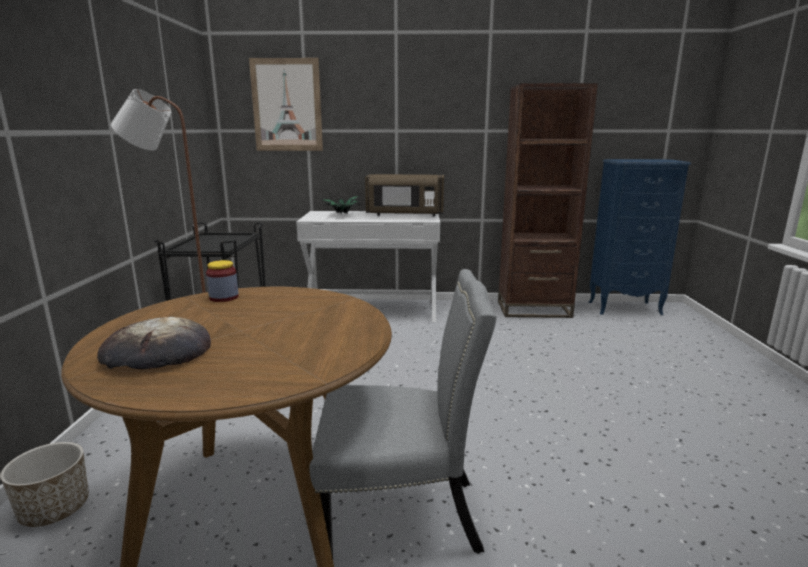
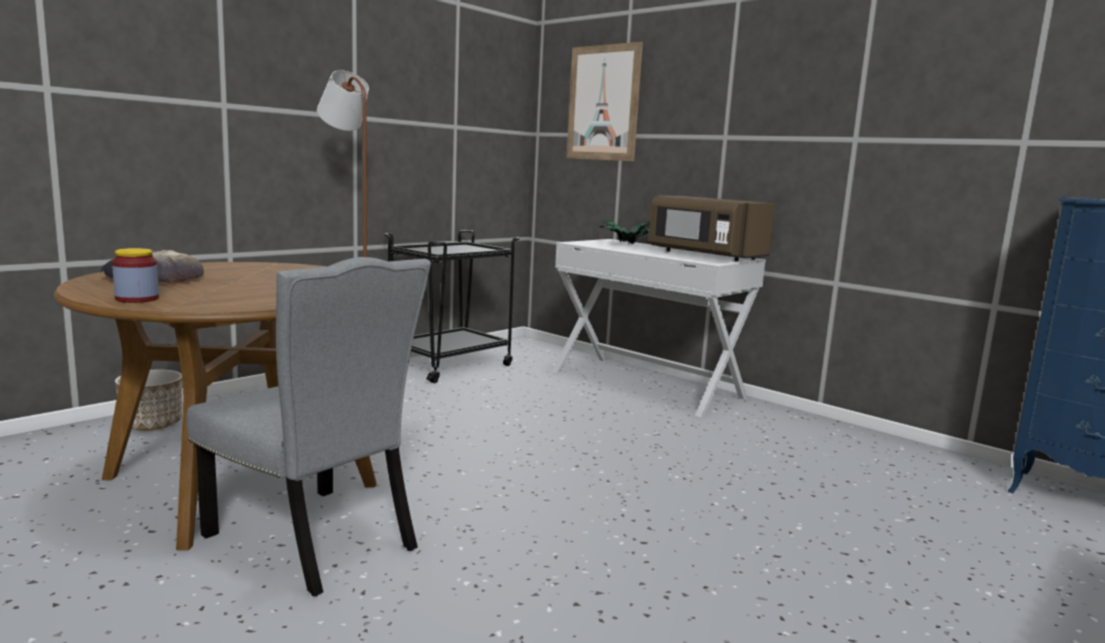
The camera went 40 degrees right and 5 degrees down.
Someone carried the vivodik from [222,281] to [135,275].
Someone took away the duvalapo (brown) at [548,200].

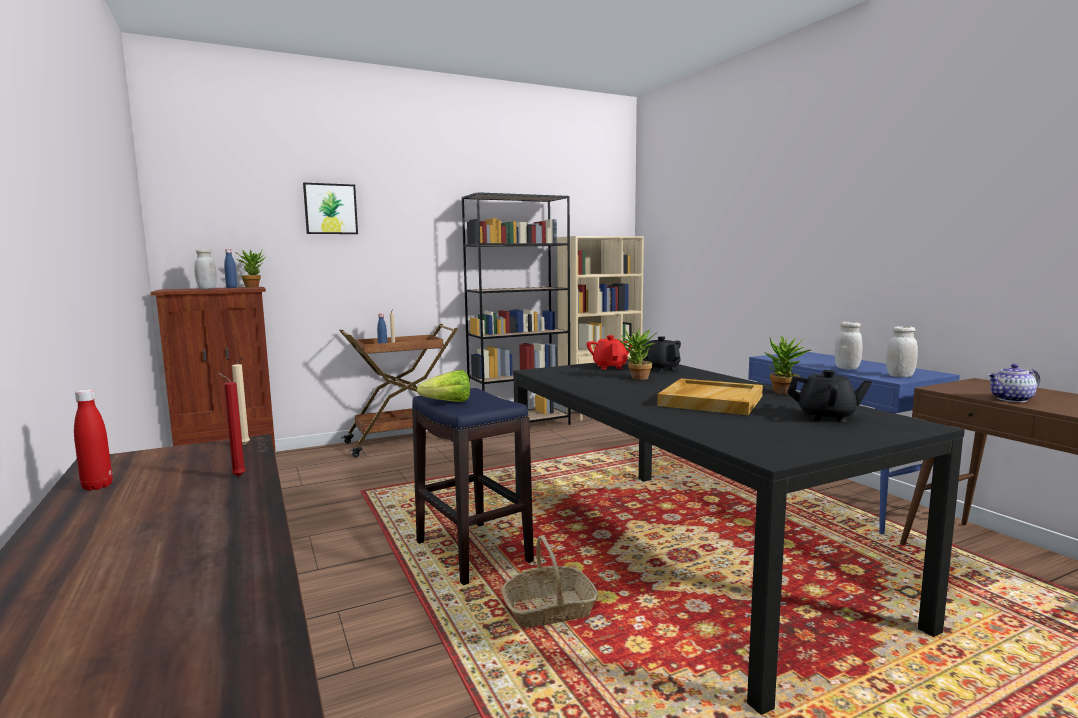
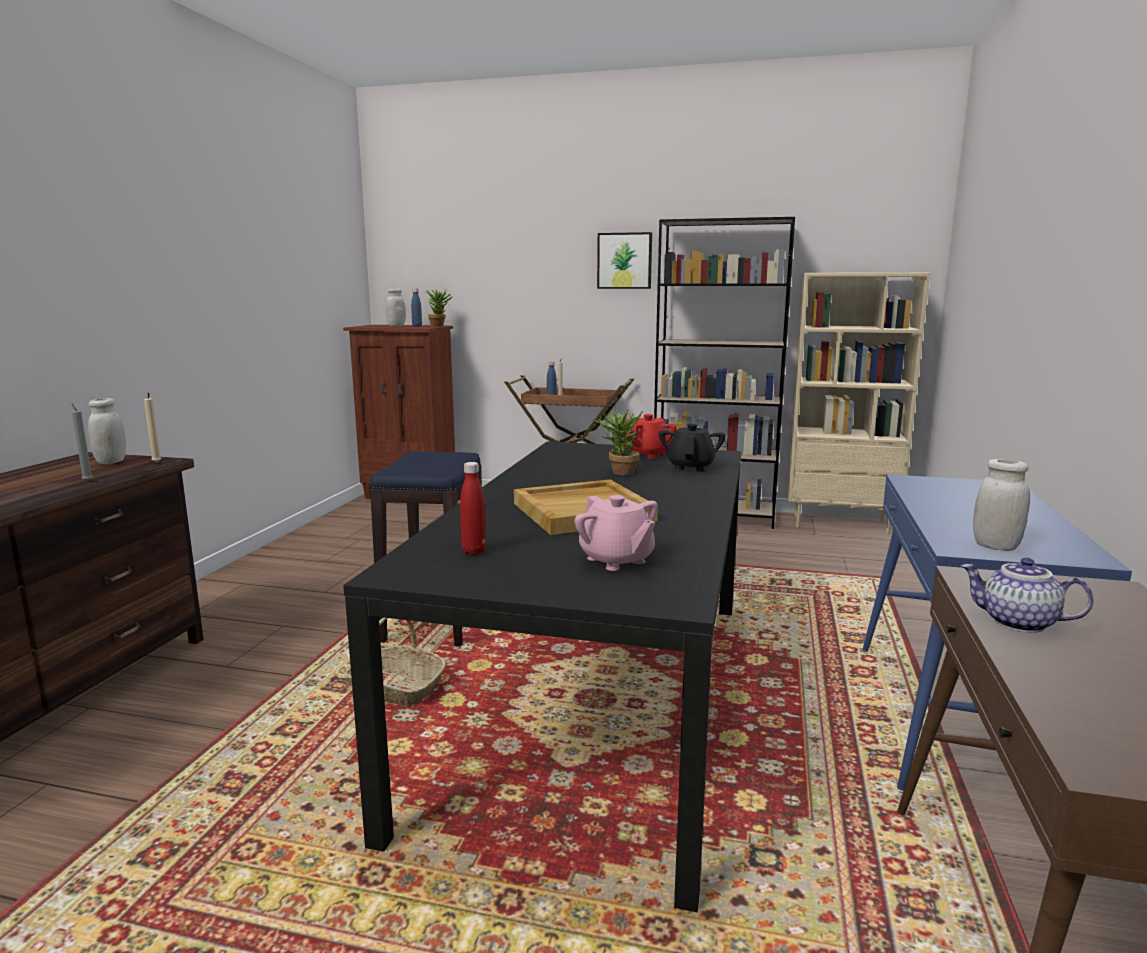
The camera went 40 degrees right and 5 degrees up.
Someone repainted the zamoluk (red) at [232,425], which became the zamoluk (grey) at [82,442].
Someone carried the vivodik (white) from [849,345] to [107,431].
Someone carried the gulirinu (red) from [93,440] to [473,508].
Someone repainted the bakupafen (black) at [829,396], which became the bakupafen (pink) at [616,533].
Someone carried the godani from [330,208] to [624,260].
Someone took away the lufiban at [443,386].
Someone took away the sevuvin at [788,365].

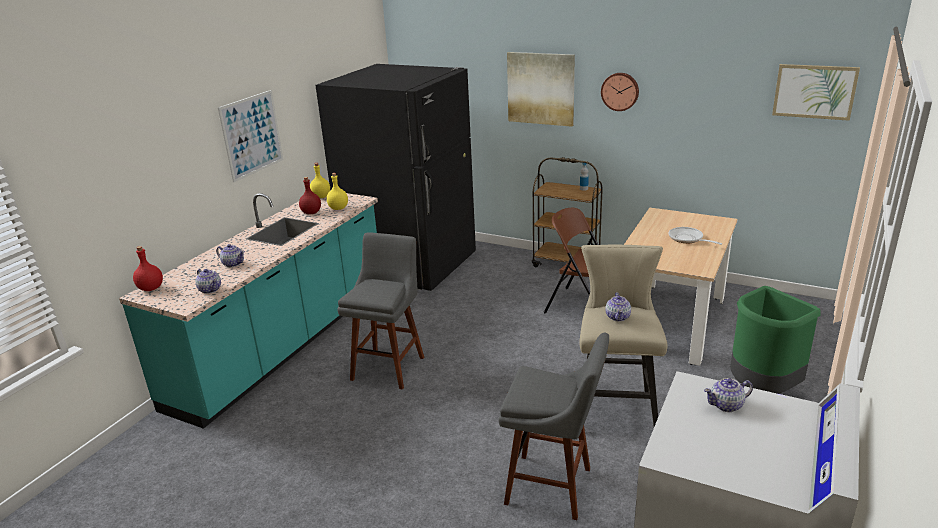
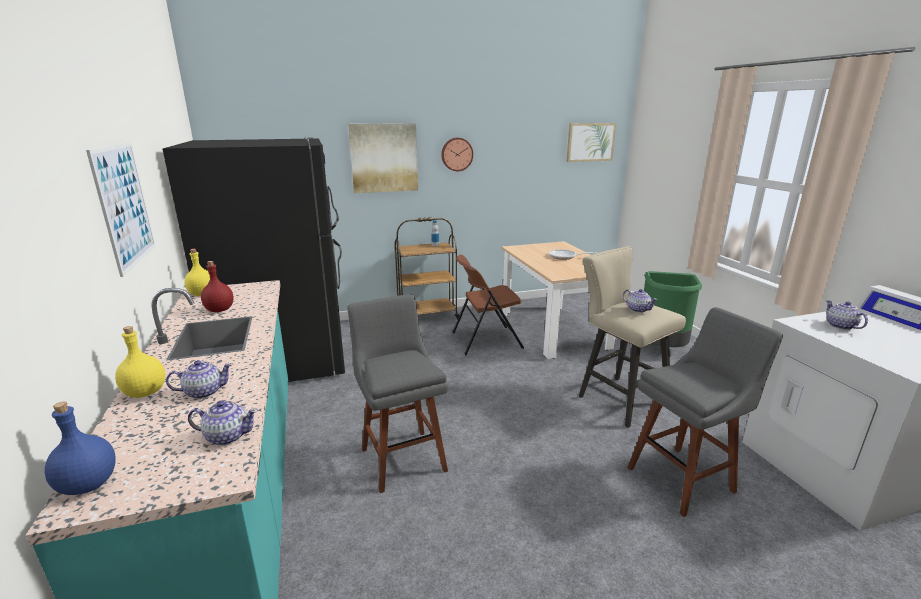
The camera went 45 degrees left and 5 degrees down.
Someone repainted the gulirinu (red) at [148,268], which became the gulirinu (blue) at [80,448].
Someone carried the gulirinu (yellow) from [337,191] to [140,362].
Someone rotated the bakupafen at [728,395] by 135 degrees clockwise.

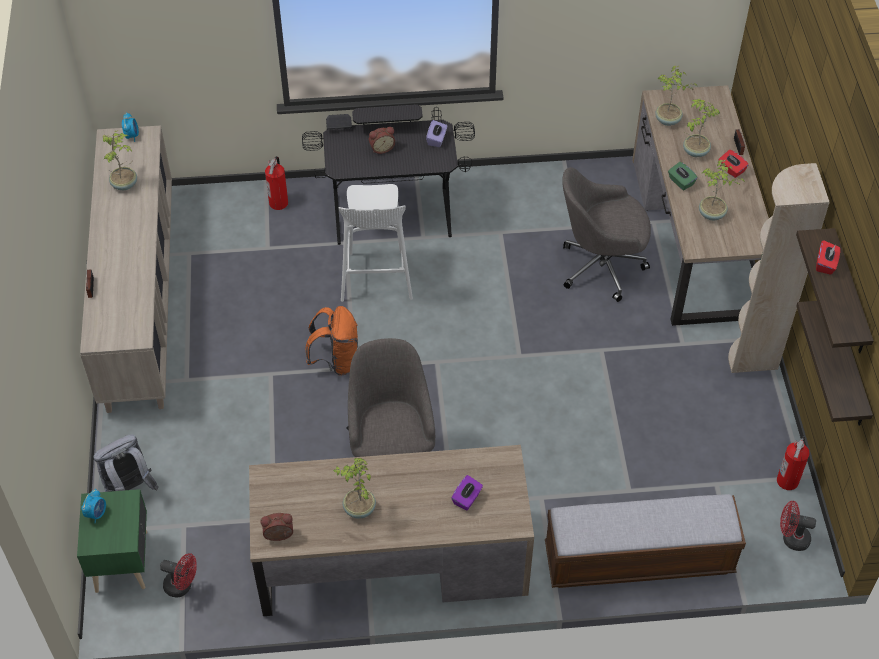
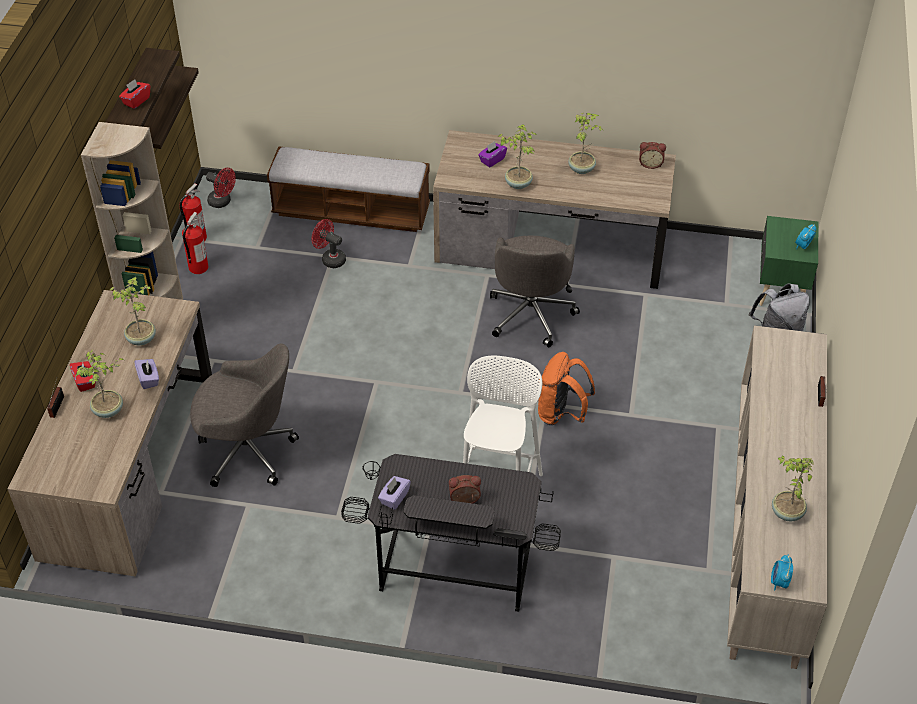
The camera went 165 degrees left and 5 degrees down.
Someone repainted the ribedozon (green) at [682,176], which became the ribedozon (purple) at [146,374].
Someone carried the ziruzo from [276,183] to [195,243].
Someone carried the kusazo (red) from [178,575] to [329,243].
Someone carried the sevuvin from [676,96] to [517,156].

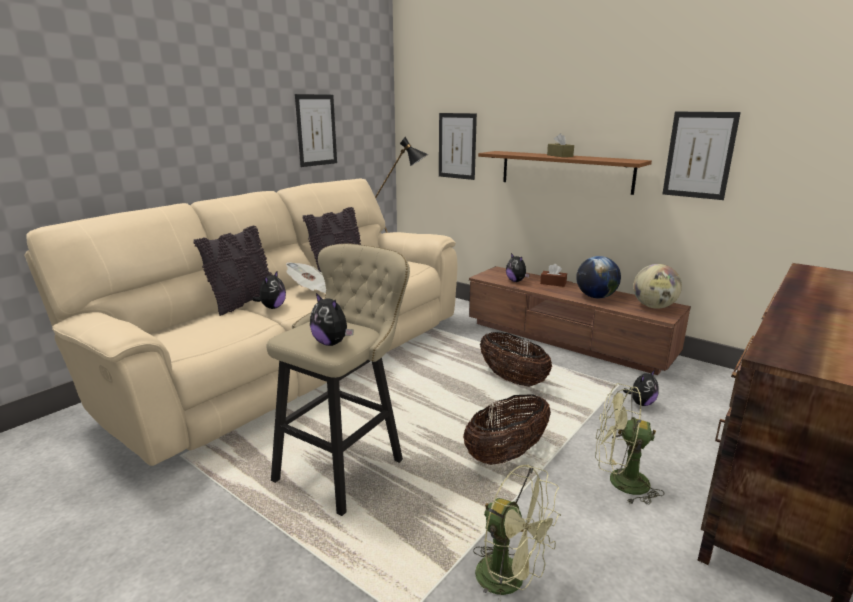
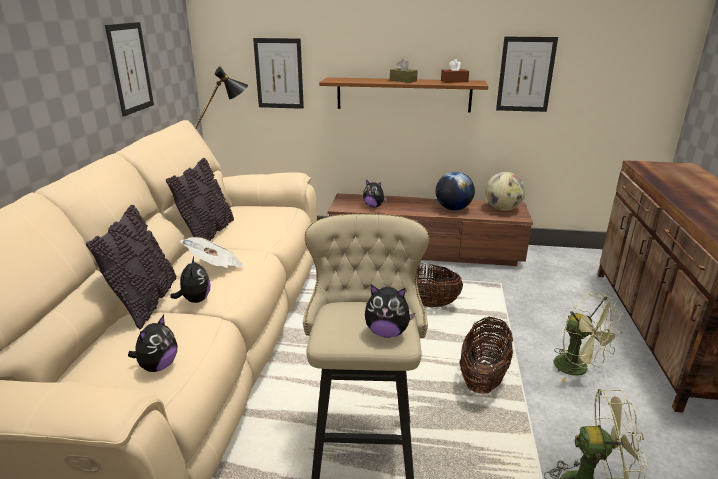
The camera went 30 degrees left and 5 degrees up.
Someone carried the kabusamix from [641,388] to [152,343].
Someone carried the ribedozon (brown) from [553,275] to [455,71].
Someone rotated the kusazo (green) at [630,444] by 105 degrees counterclockwise.

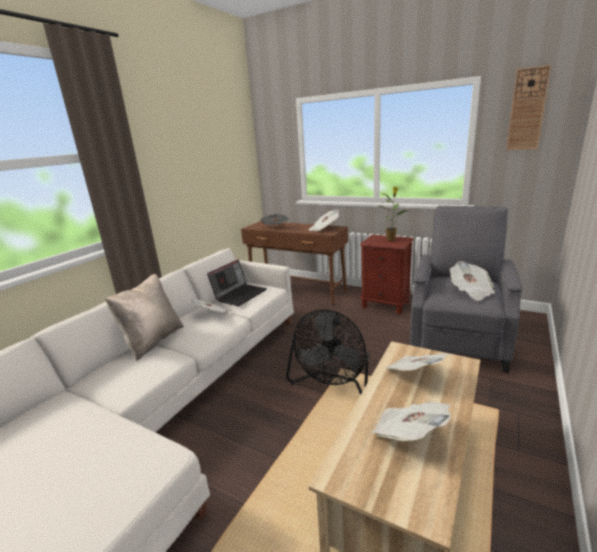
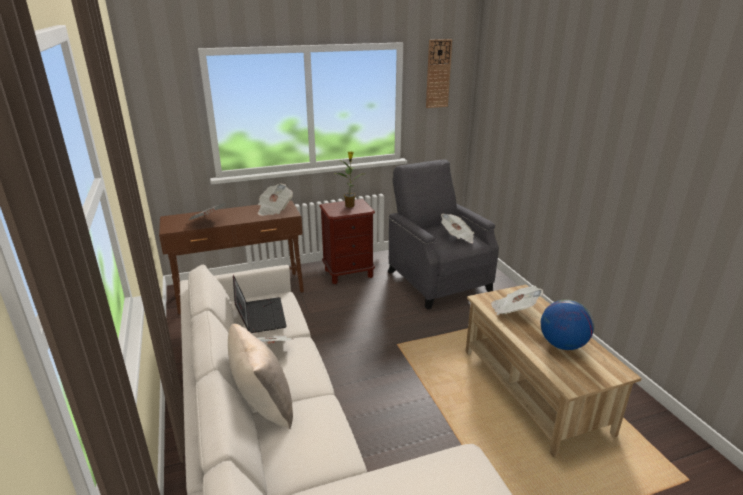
The camera went 50 degrees left and 5 degrees up.
Someone swapped the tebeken at [411,421] for the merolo at [567,325].
Someone took away the kusazo (black) at [328,352].

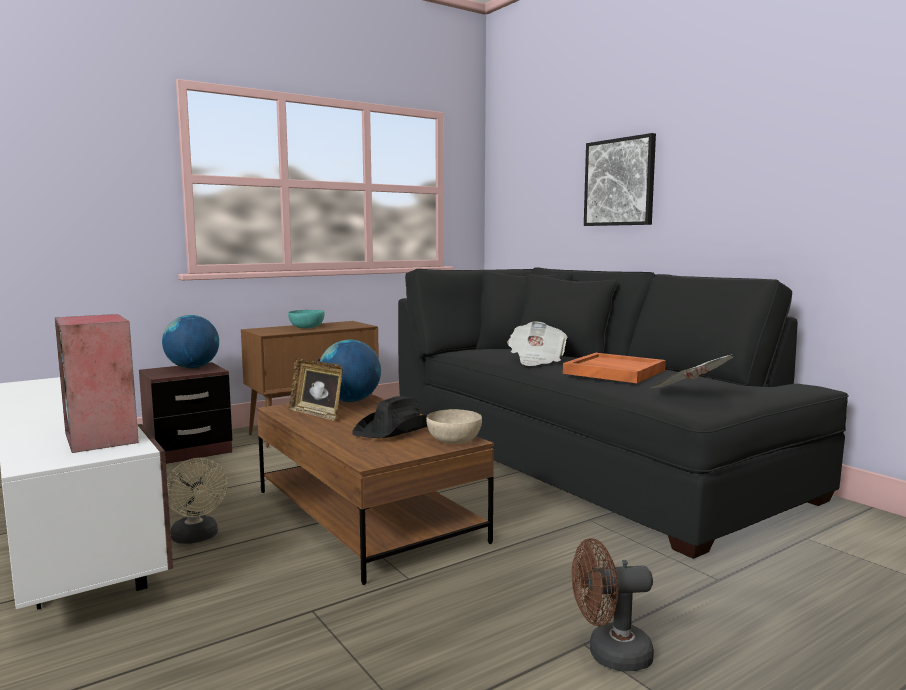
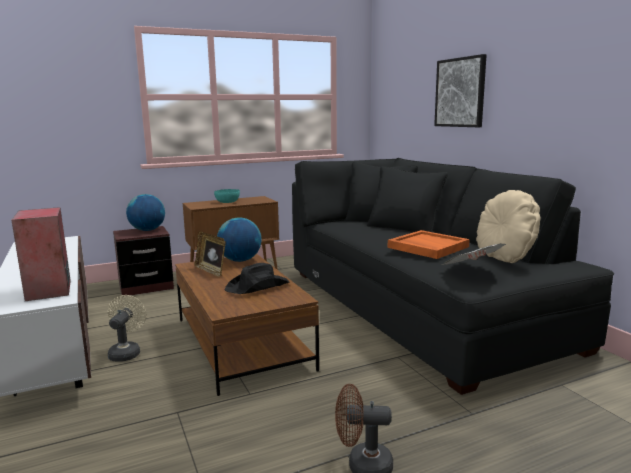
The camera went 10 degrees right and 5 degrees up.
Someone rotated the kusazo (beige) at [197,501] by 150 degrees counterclockwise.
Someone put down the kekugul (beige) at [508,226].
Someone took away the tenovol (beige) at [454,426].
Someone took away the tebeken at [537,343].

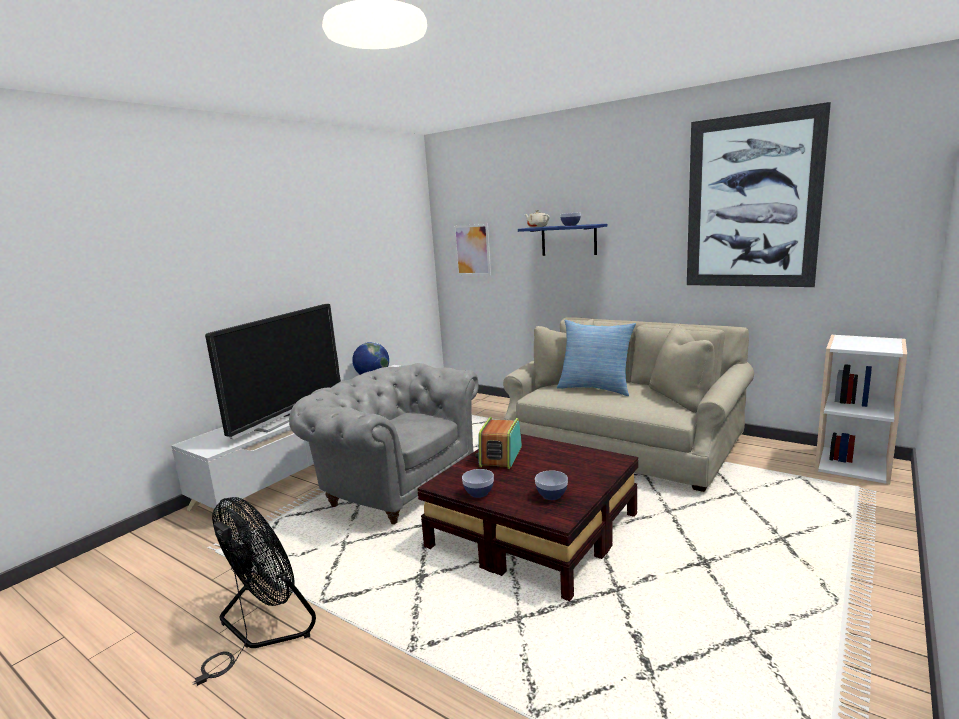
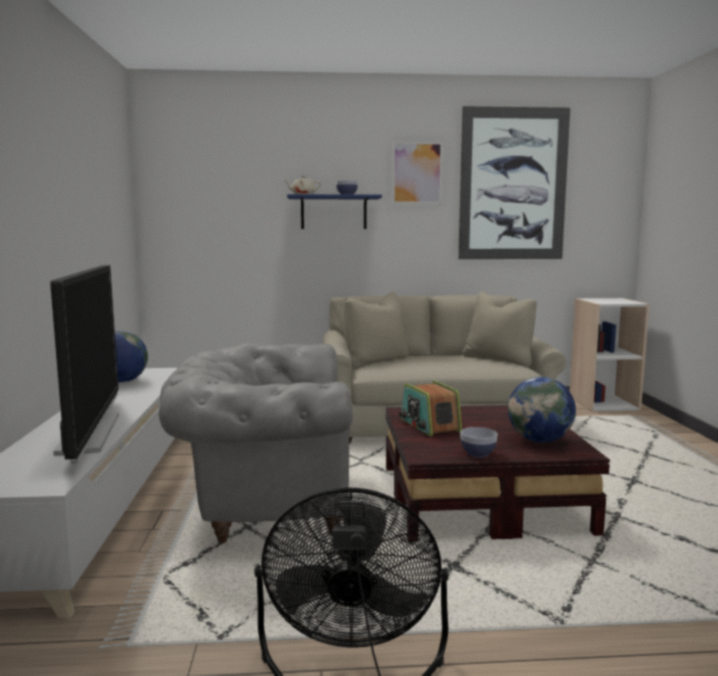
The camera went 40 degrees left and 5 degrees down.
Someone carried the godani from [472,249] to [417,173].
Someone swapped the tenovol at [551,485] for the merolo at [542,410].
Someone took away the kekugul at [596,358].

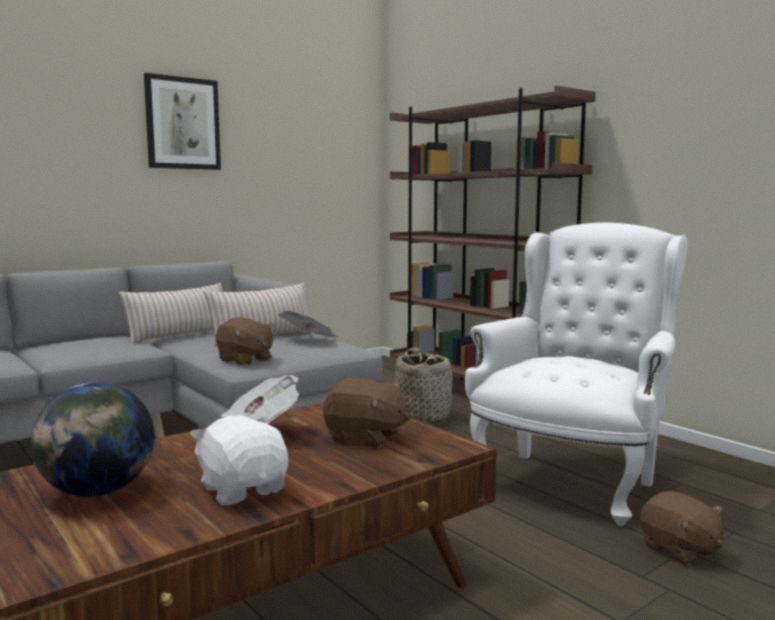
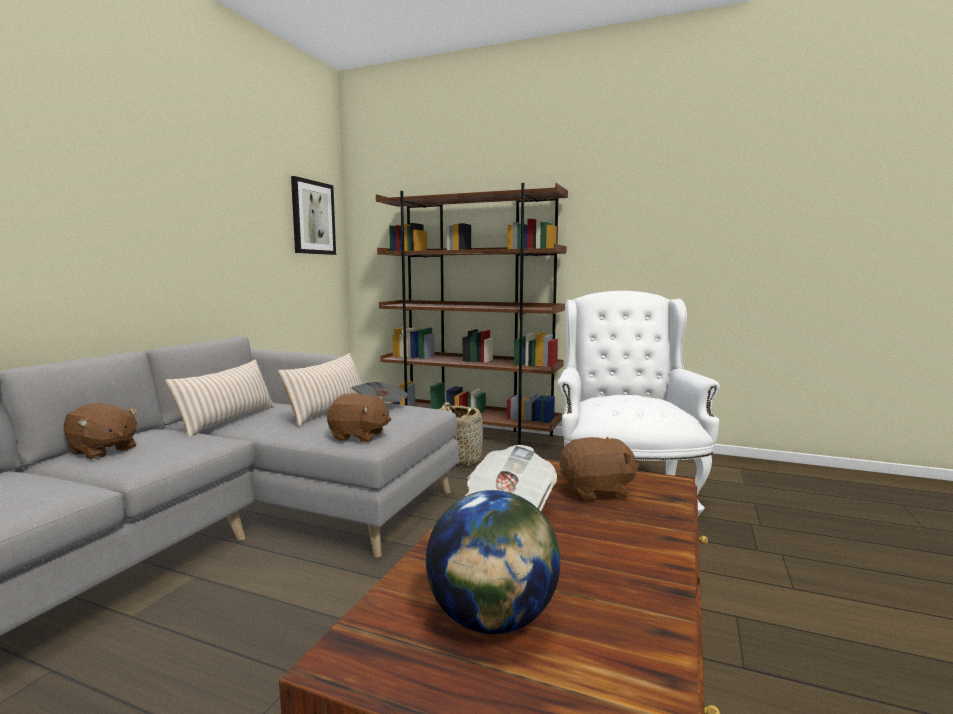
The camera went 30 degrees left and 0 degrees up.
Someone carried the kabusamix (brown) from [681,528] to [101,431].
Someone carried the godani from [182,121] to [313,215].
Someone took away the kabusamix (white) at [239,460].

